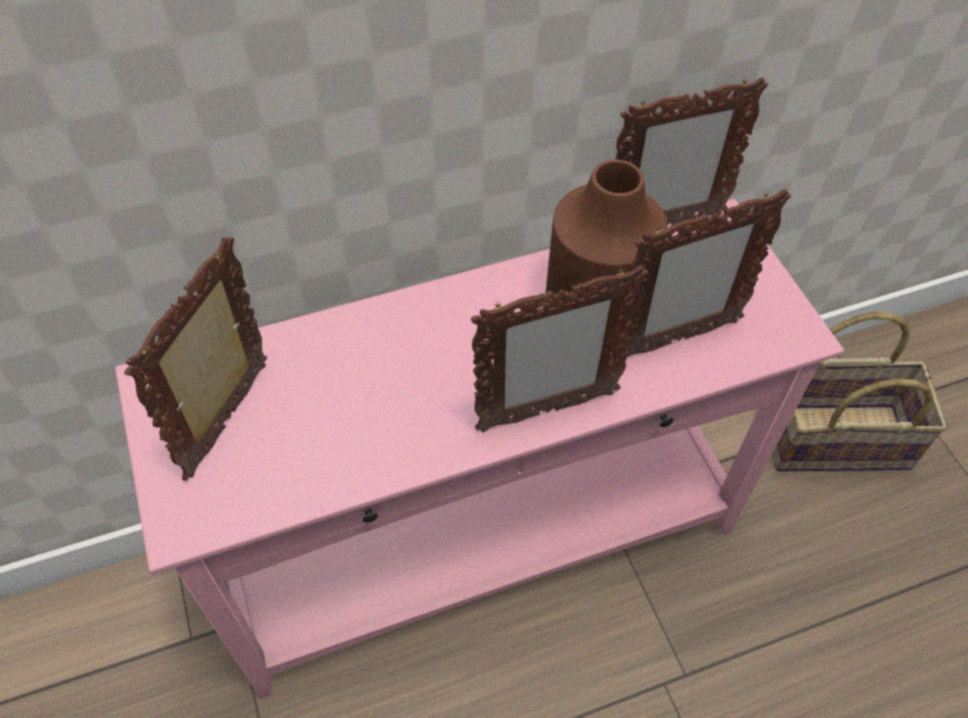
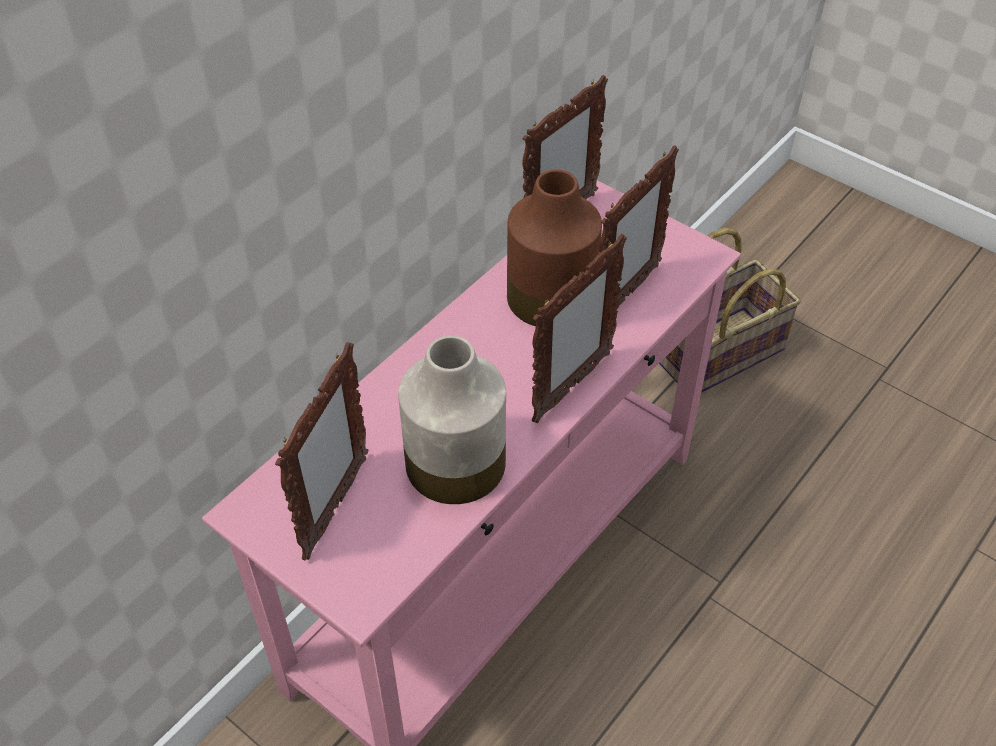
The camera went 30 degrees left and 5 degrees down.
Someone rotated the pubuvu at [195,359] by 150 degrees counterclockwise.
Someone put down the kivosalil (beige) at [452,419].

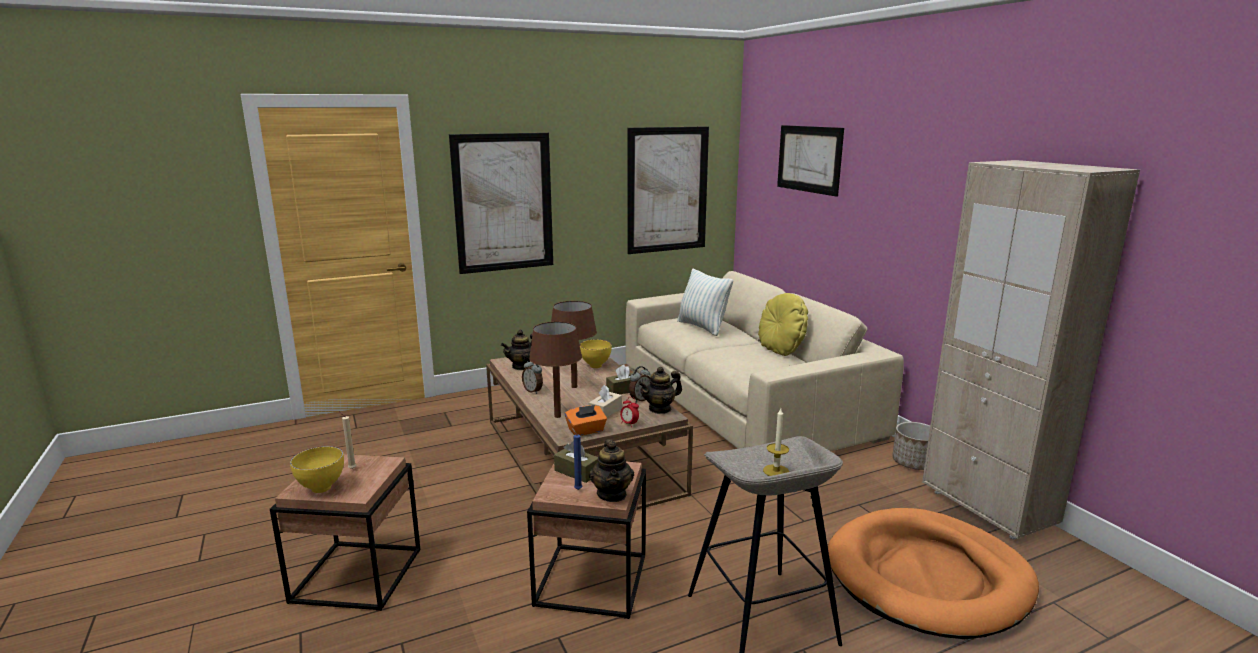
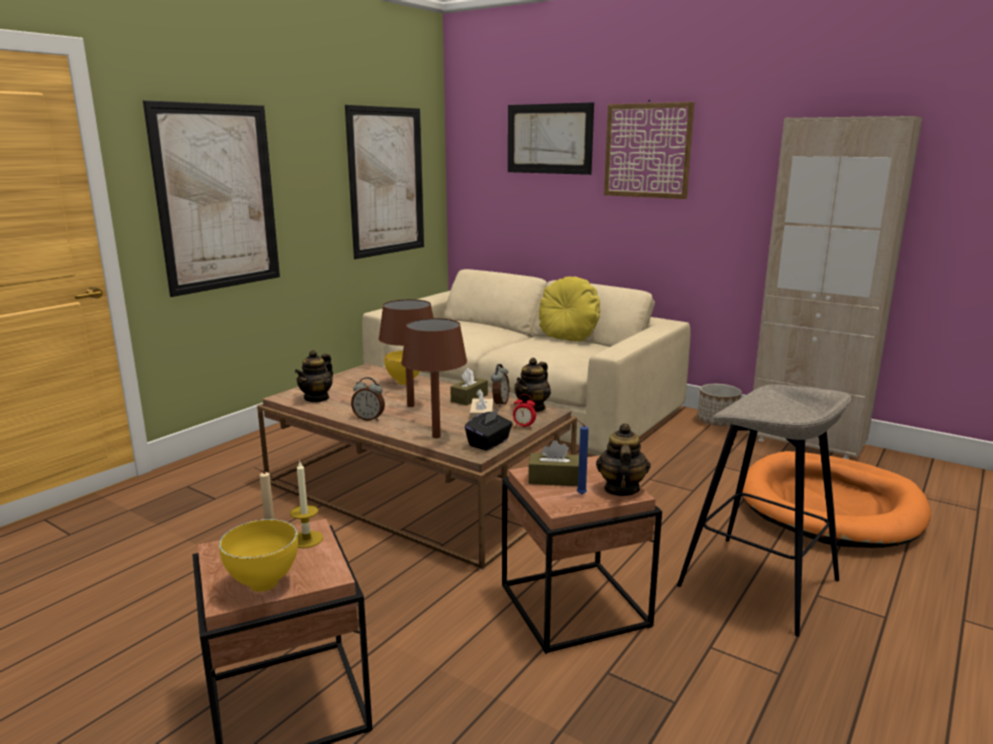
The camera went 30 degrees left and 0 degrees up.
Someone carried the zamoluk from [776,442] to [306,504].
Someone repainted the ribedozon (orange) at [586,420], which became the ribedozon (black) at [489,430].
Someone rotated the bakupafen at [611,470] by 135 degrees counterclockwise.
Someone put up the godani at [649,149].
Someone took away the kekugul at [705,302].

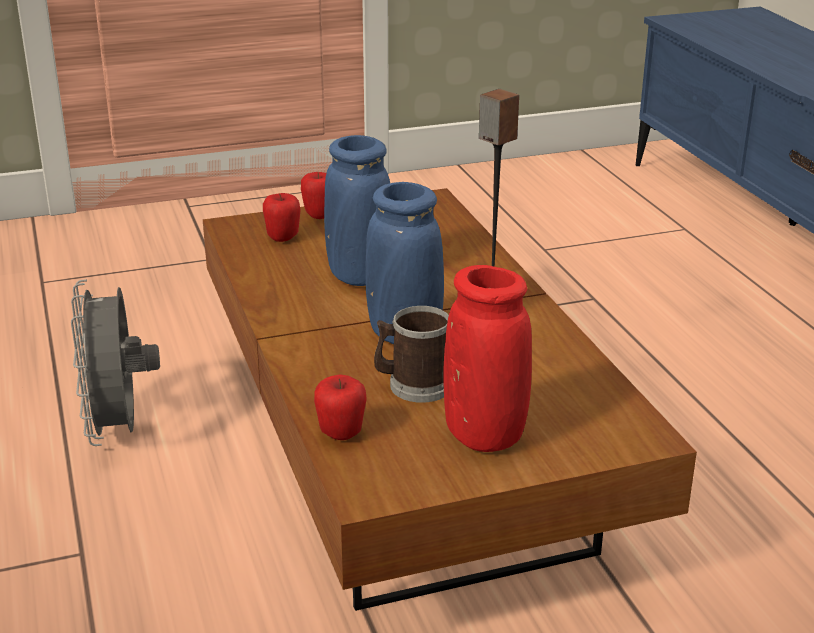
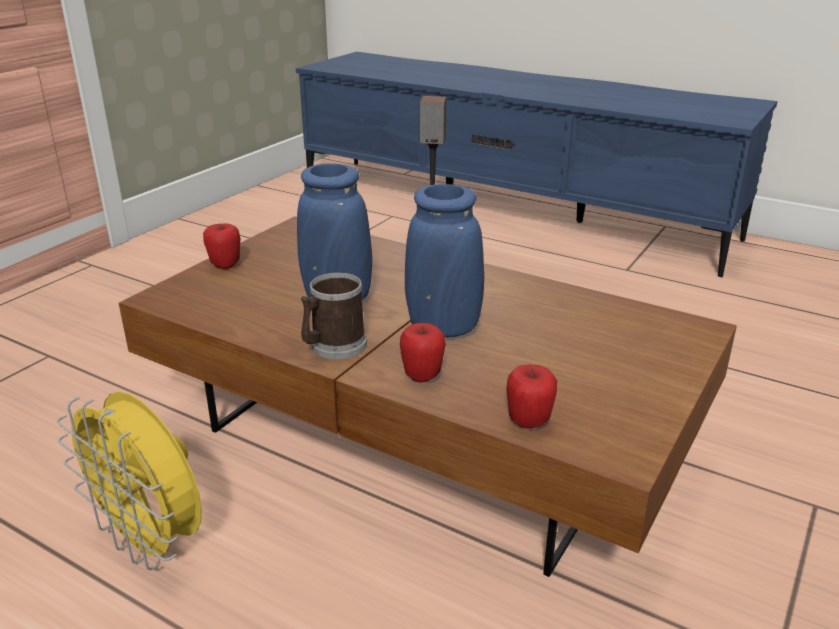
The camera went 40 degrees left and 0 degrees up.
Someone repainted the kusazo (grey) at [115,362], which became the kusazo (yellow) at [129,480].
Someone carried the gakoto from [411,354] to [334,316].
Someone carried the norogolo from [281,217] to [423,352].
Someone took away the kivosalil (red) at [488,358].

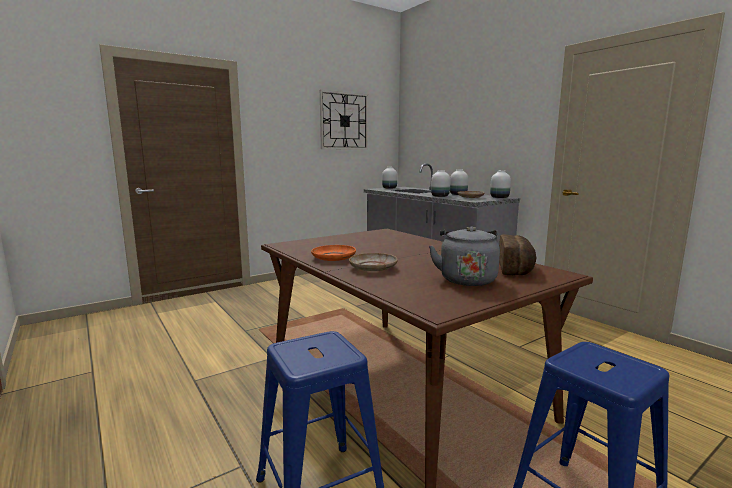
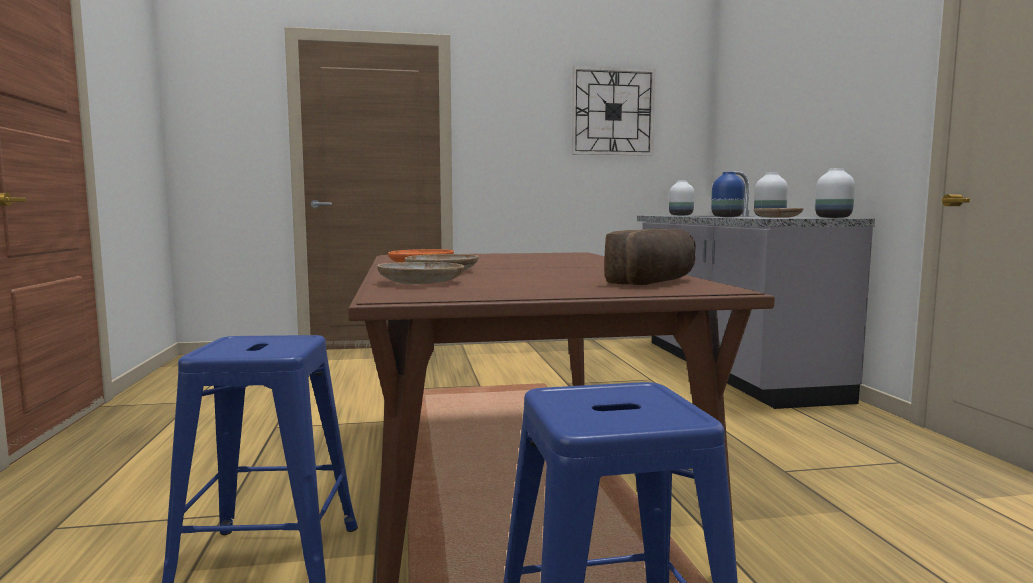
The camera went 25 degrees right and 5 degrees down.
Someone put down the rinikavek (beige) at [421,273].
Someone repainted the kivosalil (white) at [440,183], which became the kivosalil (blue) at [728,194].
Someone took away the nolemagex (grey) at [464,256].

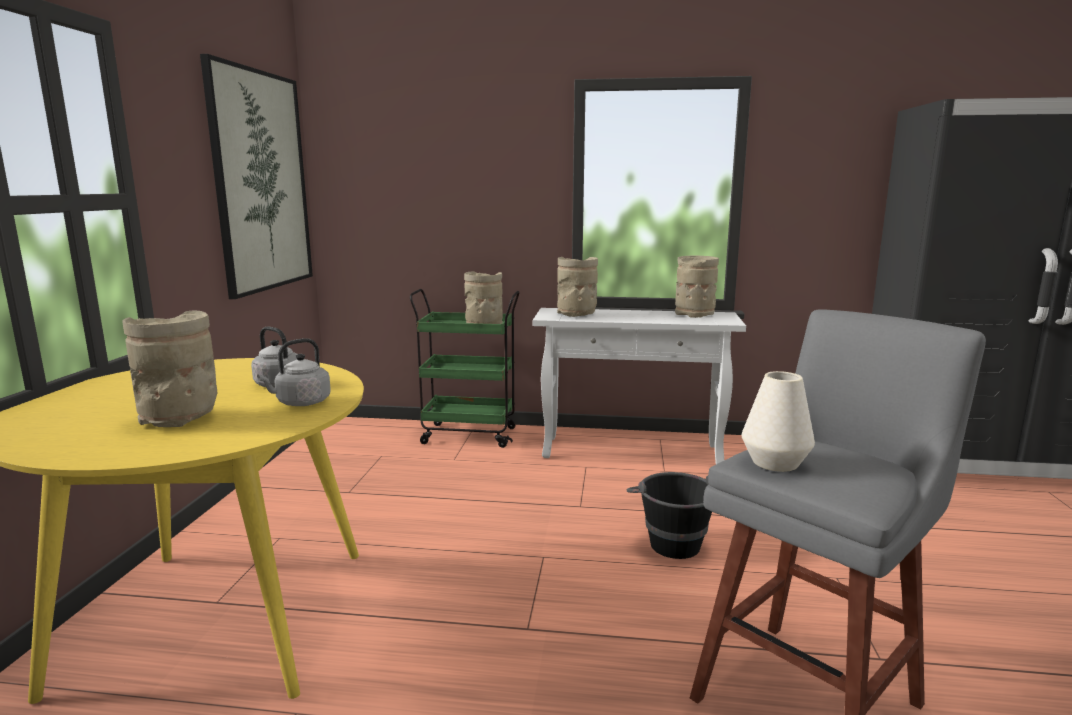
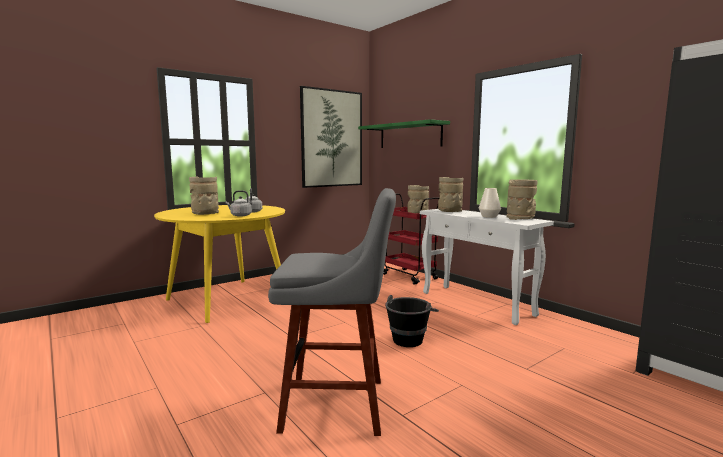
The camera went 45 degrees right and 5 degrees down.
Someone put up the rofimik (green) at [404,133].
Someone repainted the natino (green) at [464,368], which became the natino (red) at [411,239].
Someone carried the kivosalil (white) from [778,421] to [490,203].

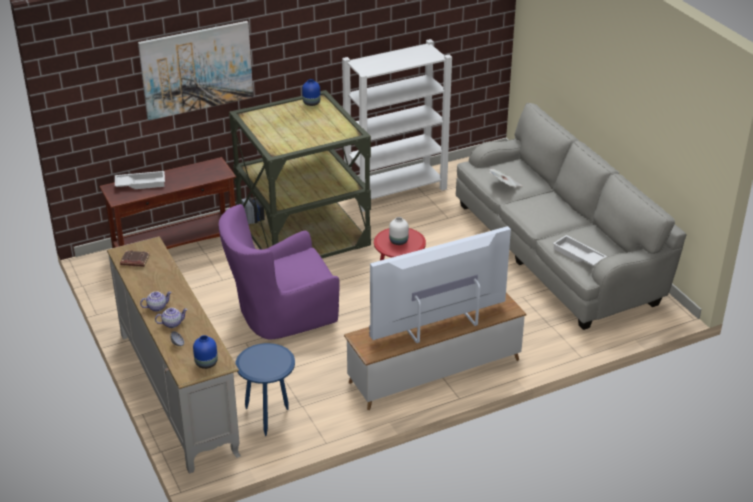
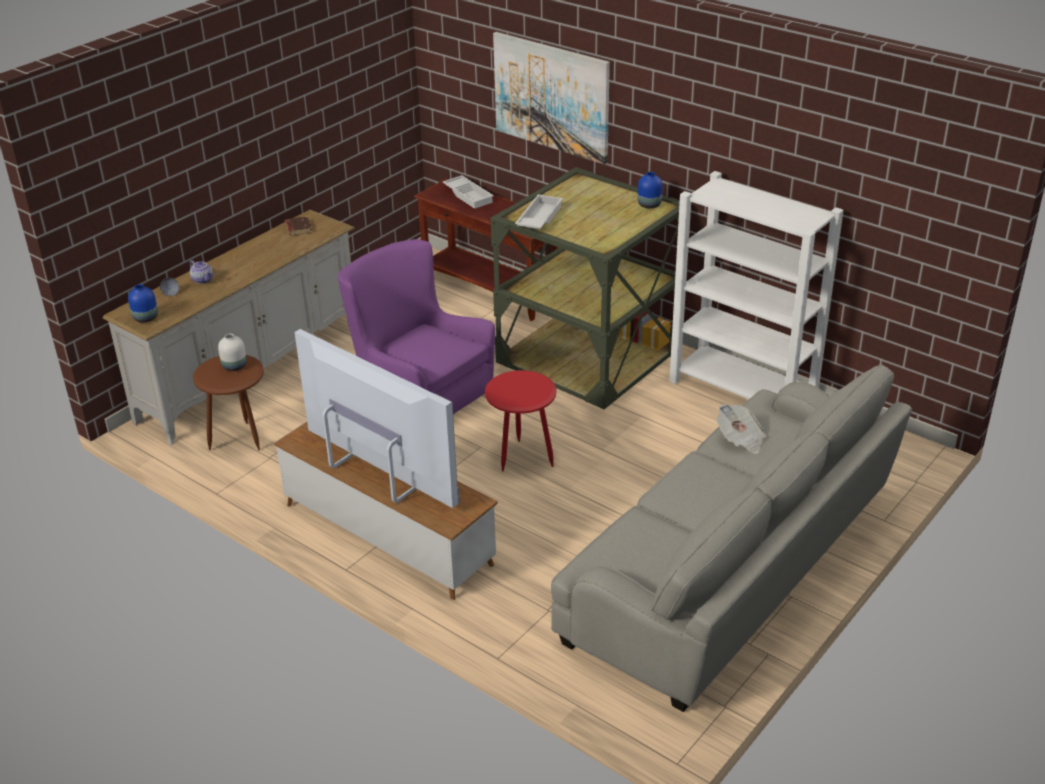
The camera went 65 degrees right and 0 degrees up.
Someone repainted the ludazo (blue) at [265,389], which became the ludazo (brown) at [228,402].
Someone carried the kivosalil (white) from [399,231] to [232,352].
Someone carried the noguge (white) from [580,250] to [539,211].
Someone took away the bakupafen at [156,301].

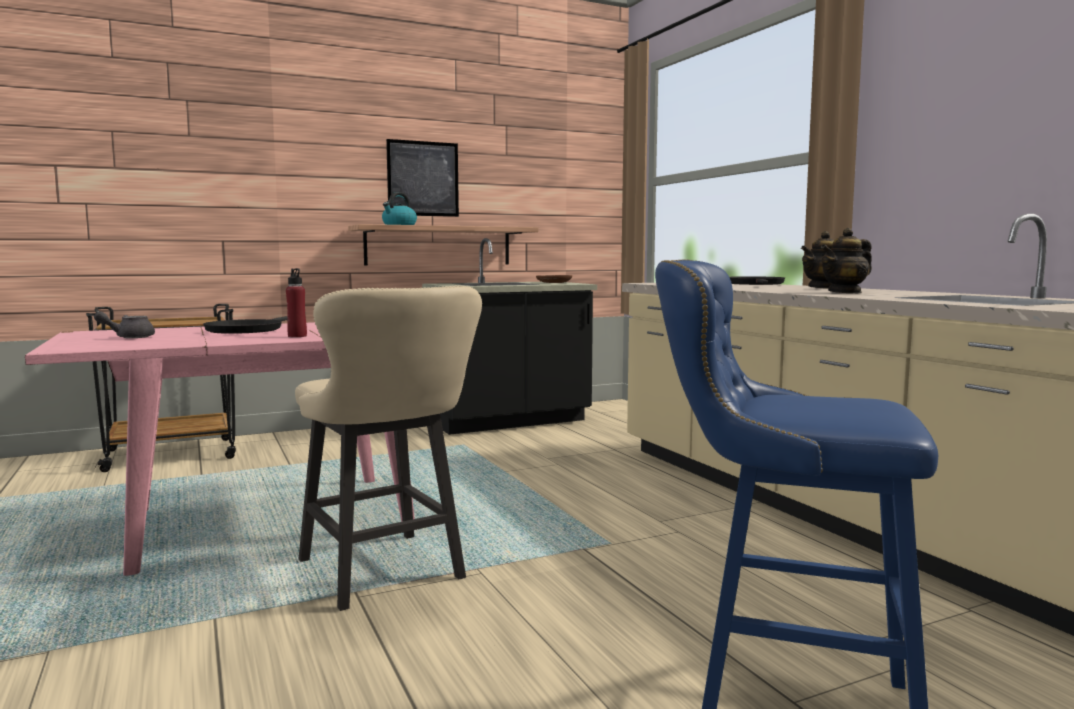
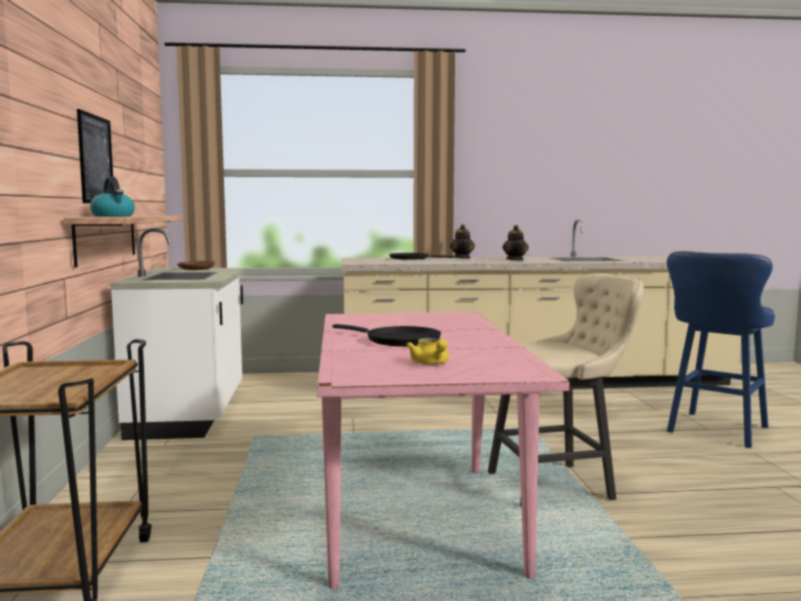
The camera went 70 degrees left and 0 degrees up.
Someone repainted the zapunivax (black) at [509,336], which became the zapunivax (white) at [177,334].
Someone repainted the bakupafen (grey) at [124,324], which became the bakupafen (yellow) at [427,351].
Someone took away the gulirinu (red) at [296,302].

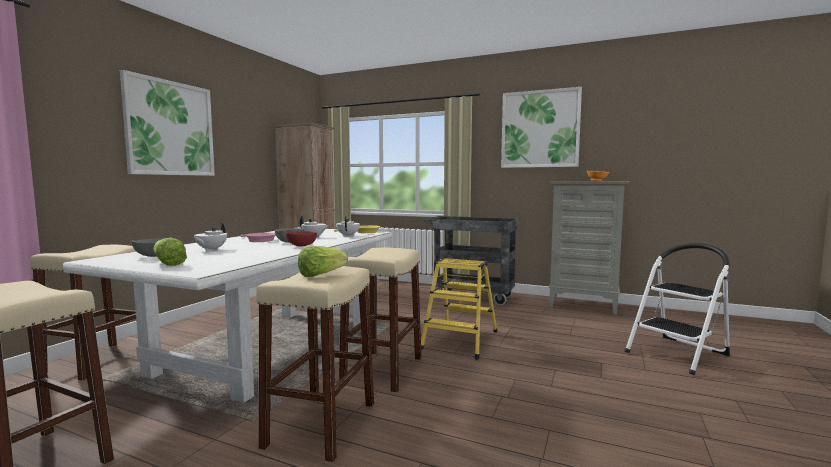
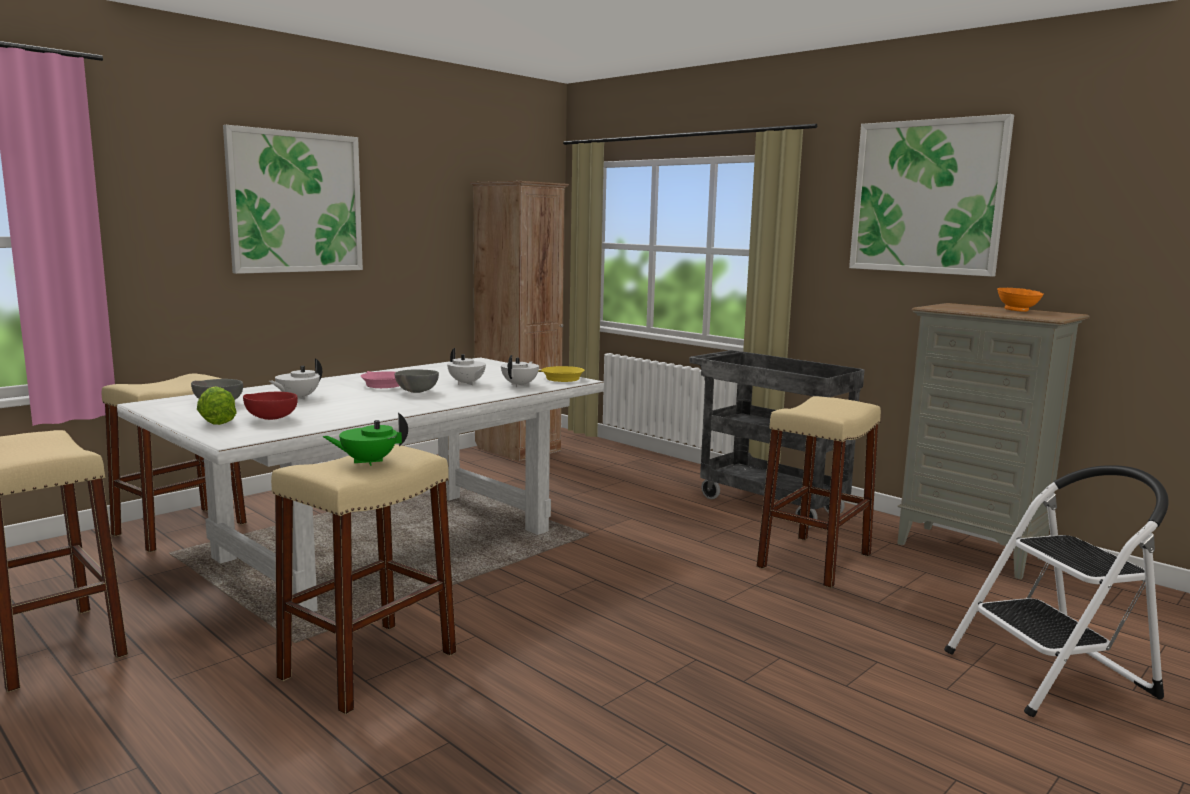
The camera went 20 degrees right and 5 degrees up.
Someone carried the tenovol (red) from [301,239] to [270,406].
Someone swapped the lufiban at [323,261] for the bakupafen (green) at [365,439].
Someone carried the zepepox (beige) from [380,320] to [818,492].
Someone took away the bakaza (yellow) at [459,309].

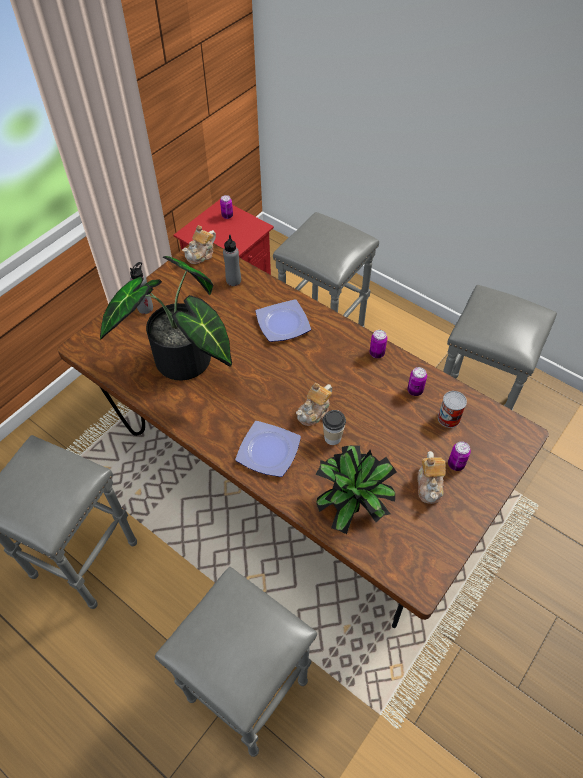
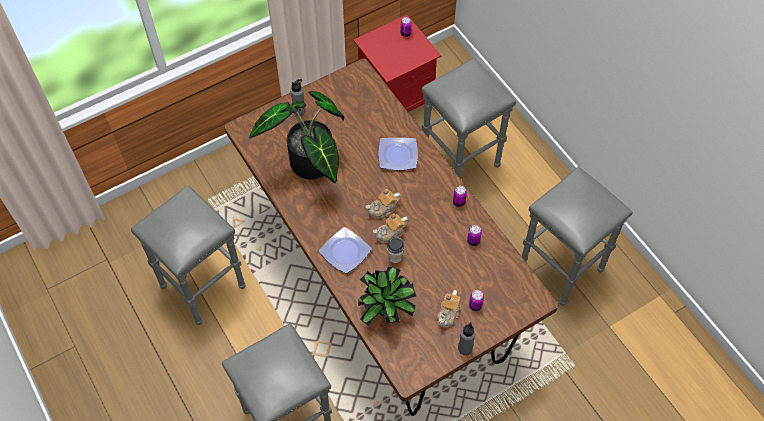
The camera went 20 degrees right and 5 degrees up.
Someone carried the bakupafen from [199,244] to [383,204].
Someone carried the gulirinu (grey) from [232,260] to [467,338].
Someone took away the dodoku at [452,409].

